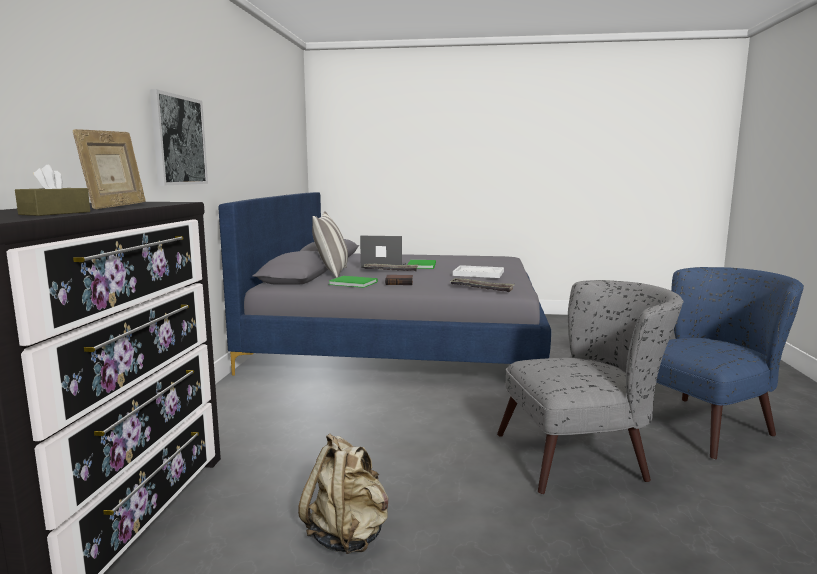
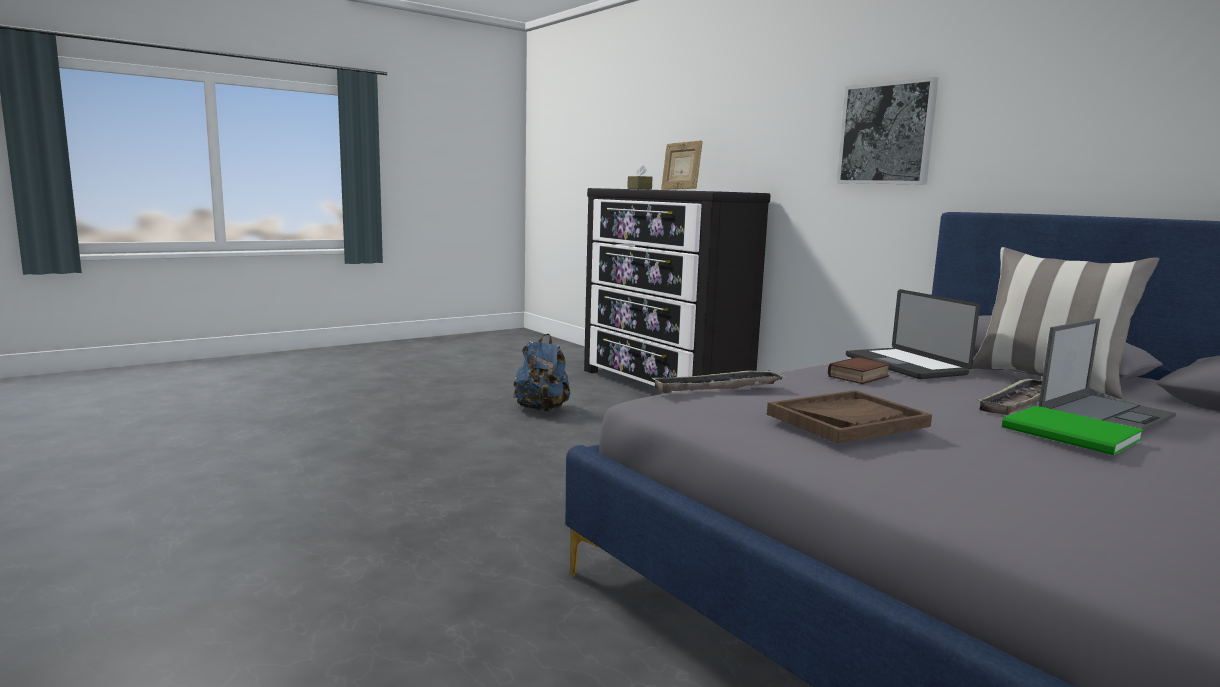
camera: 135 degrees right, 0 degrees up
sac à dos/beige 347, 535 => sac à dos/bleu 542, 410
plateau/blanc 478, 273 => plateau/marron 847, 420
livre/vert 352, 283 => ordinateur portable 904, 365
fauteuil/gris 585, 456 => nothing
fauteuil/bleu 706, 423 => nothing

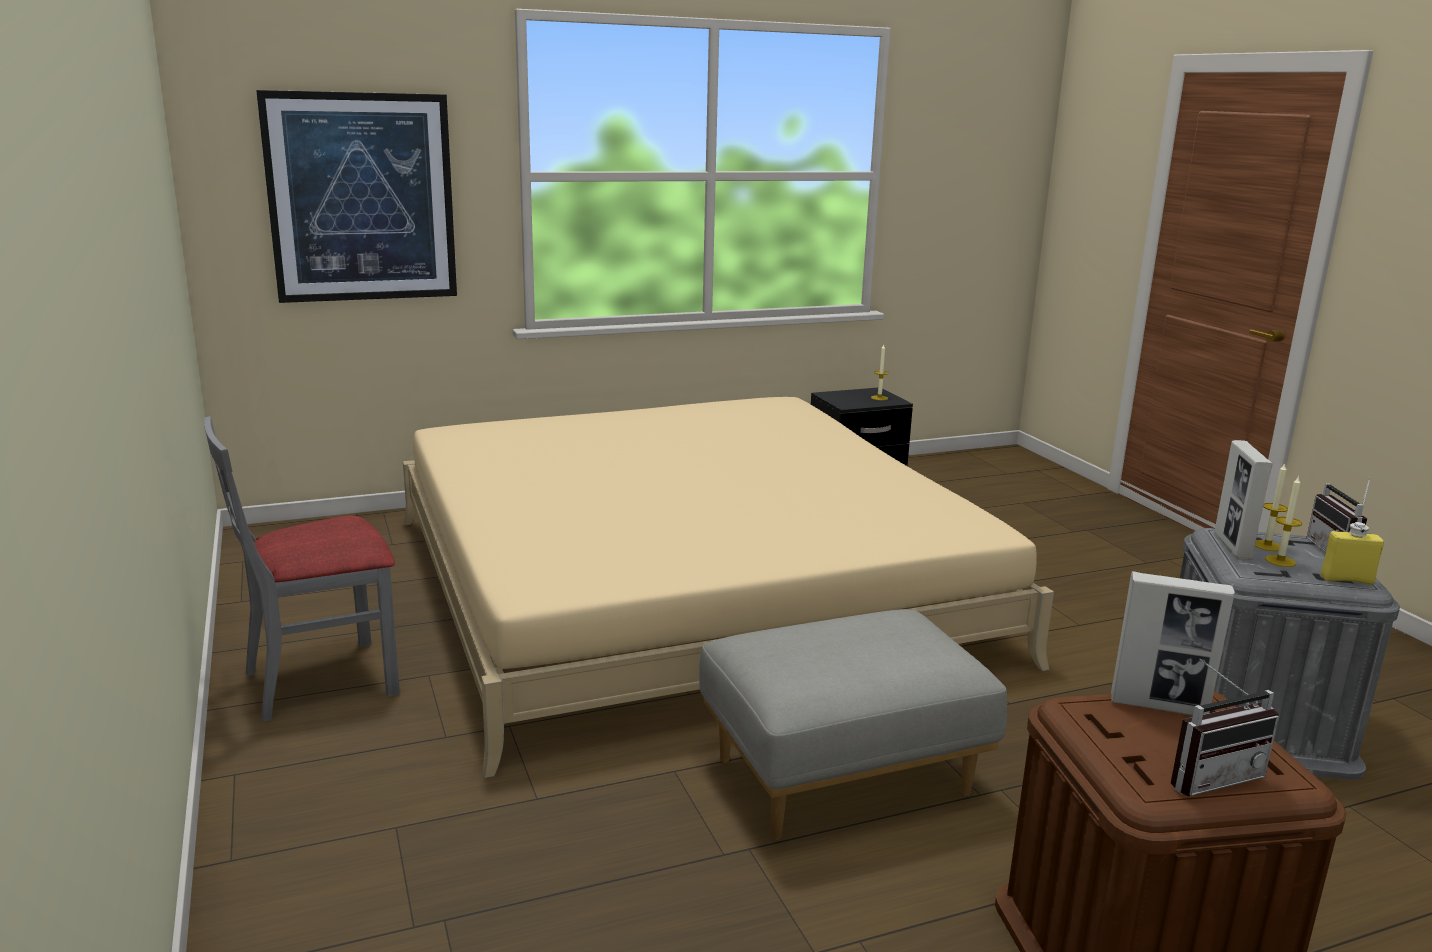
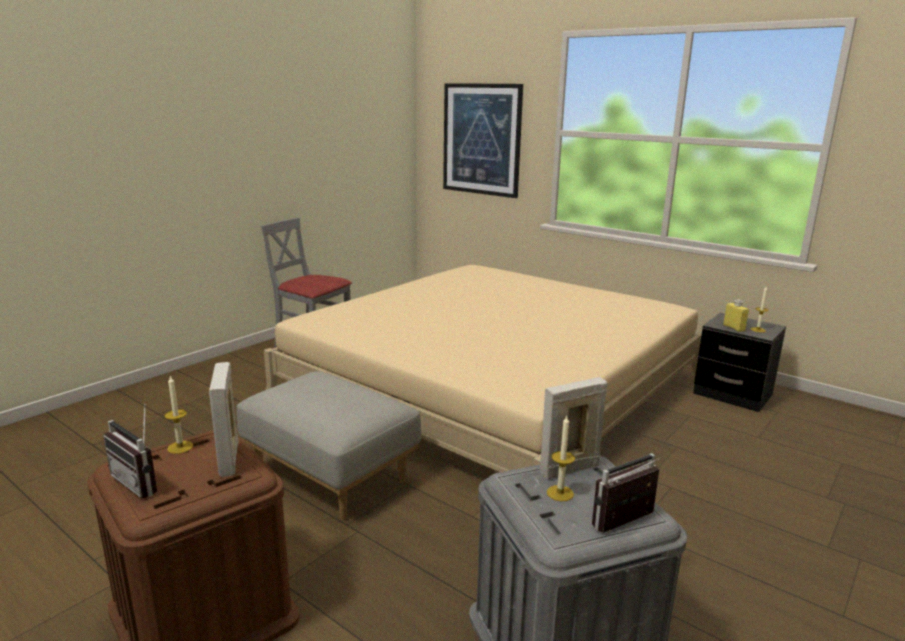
camera: 60 degrees right, 0 degrees up
bougie 1267, 545 => bougie 180, 447, move
bouteille/jaune 1346, 580 => bouteille/jaune 734, 328, move

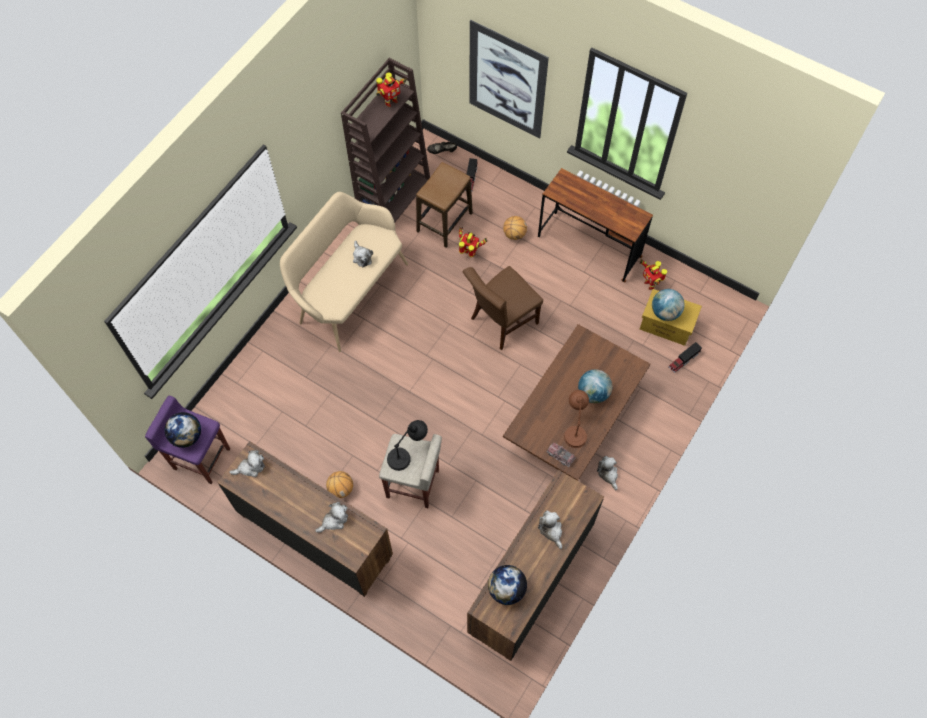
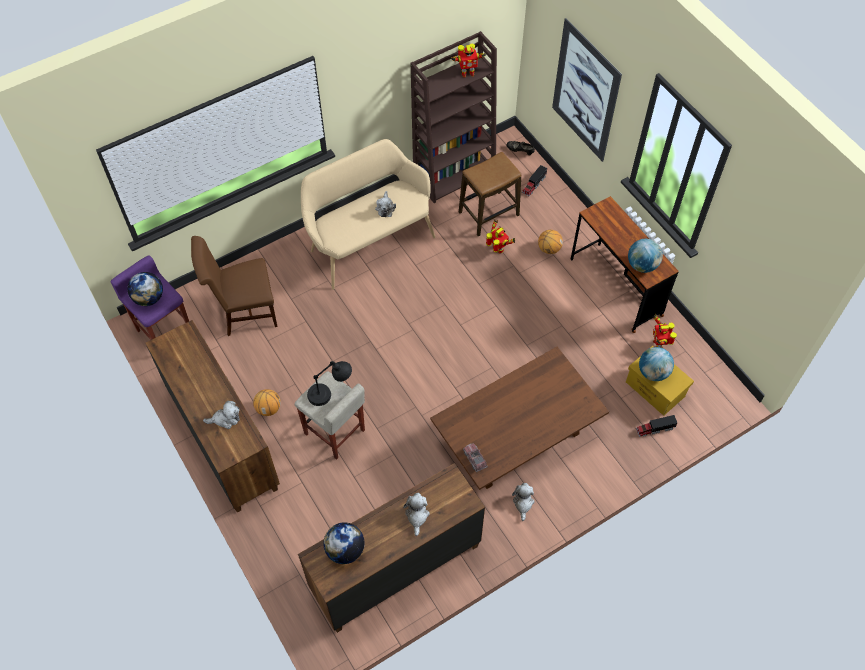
camera: 25 degrees right, 5 degrees down
chaise/marron 501, 323 => chaise/marron 244, 312, move
globe 593, 393 => globe 642, 265, move
peluche 250, 467 => nothing
lampe de table/marron 575, 427 => nothing

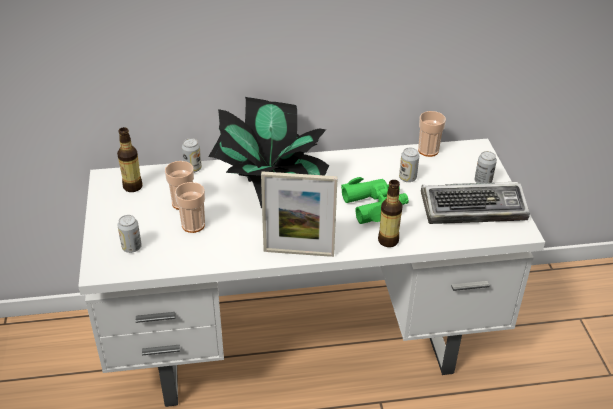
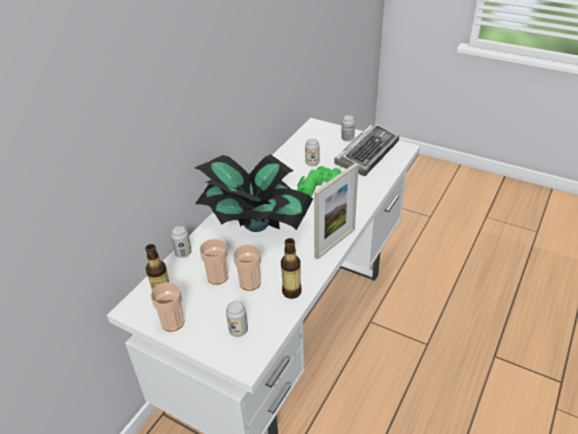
camera: 50 degrees left, 0 degrees up
tasse 428, 150 => tasse 173, 322, move
bouteille 388, 240 => bouteille 291, 292, move

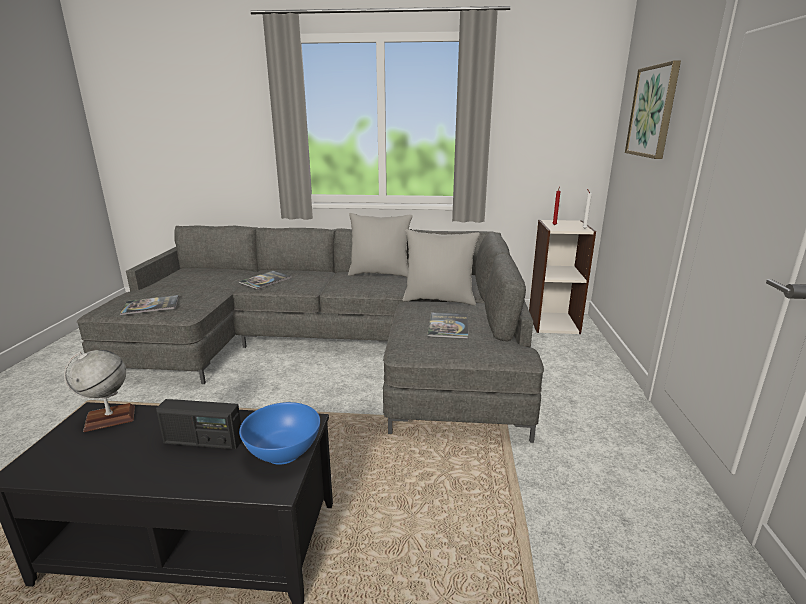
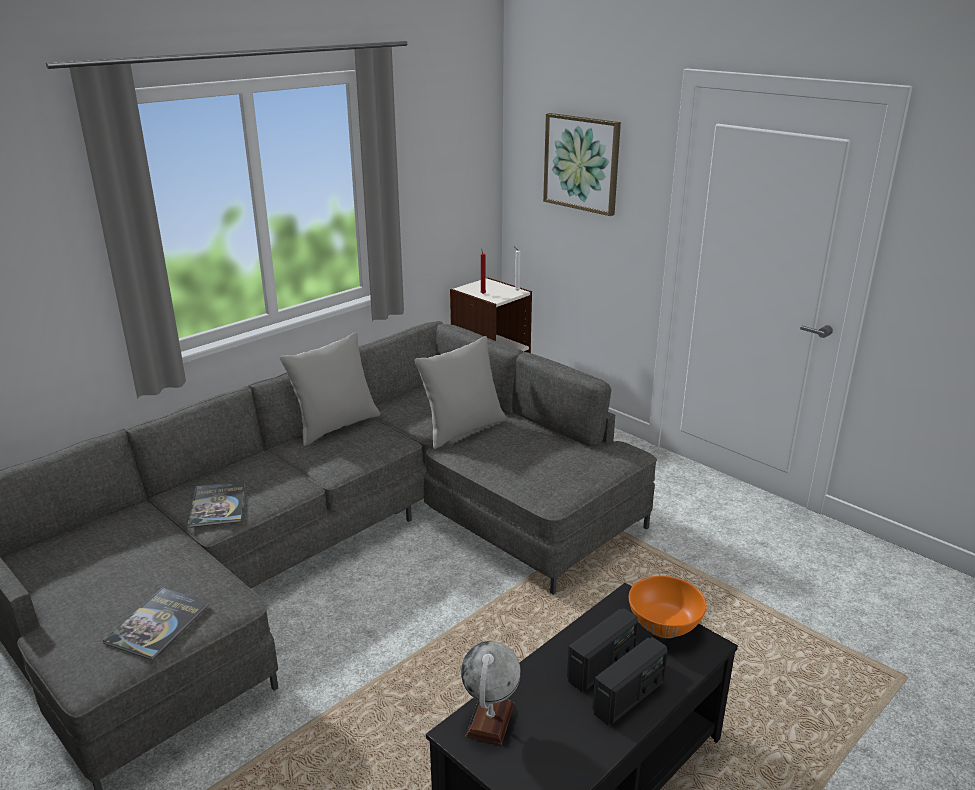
camera: 50 degrees left, 5 degrees up
nothing => radio 629, 697
bol/bleu 284, 452 => bol/orange 664, 626
livre 448, 326 => nothing

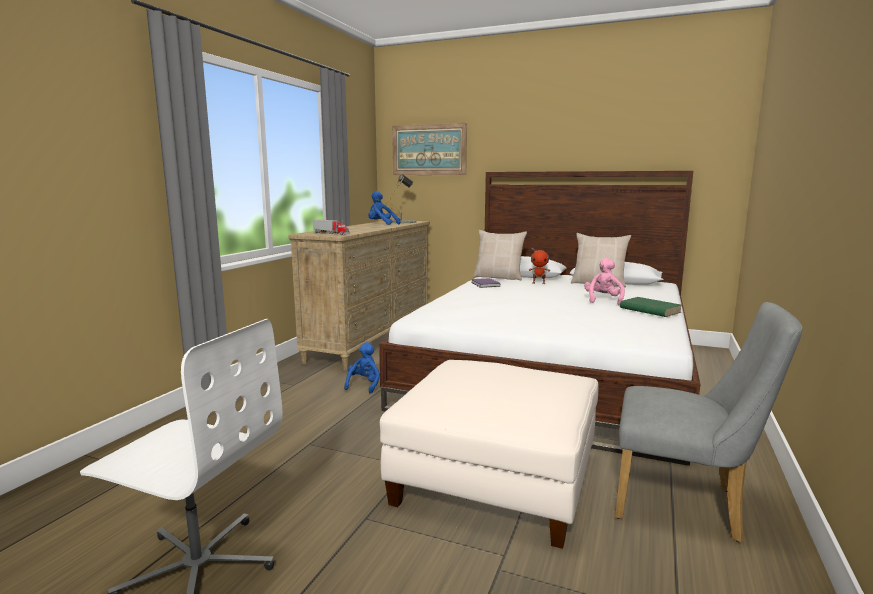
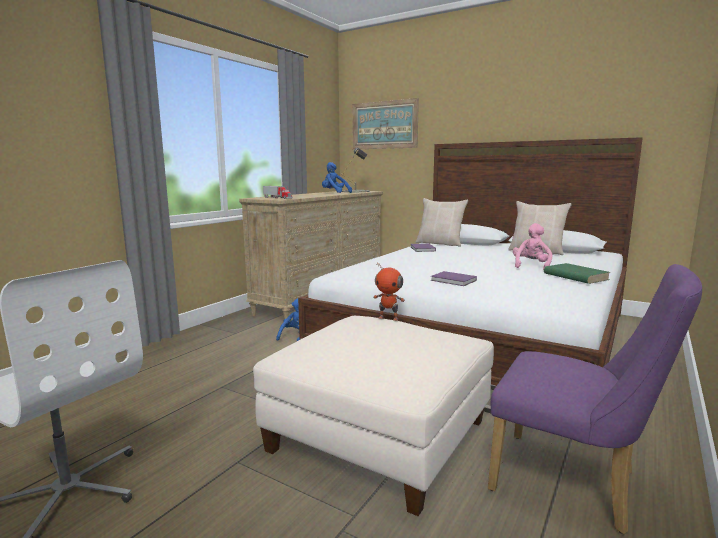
camera: 10 degrees right, 0 degrees up
robot jouet 538, 283 => robot jouet 388, 318, move
nothing => livre/violet 454, 281
chaise/gris 686, 505 => chaise/violet 574, 484

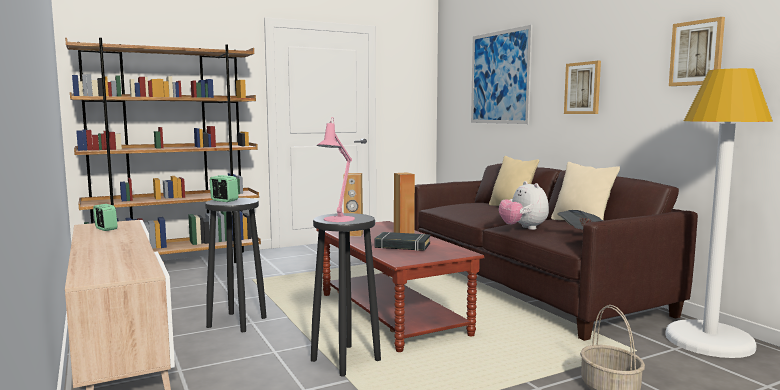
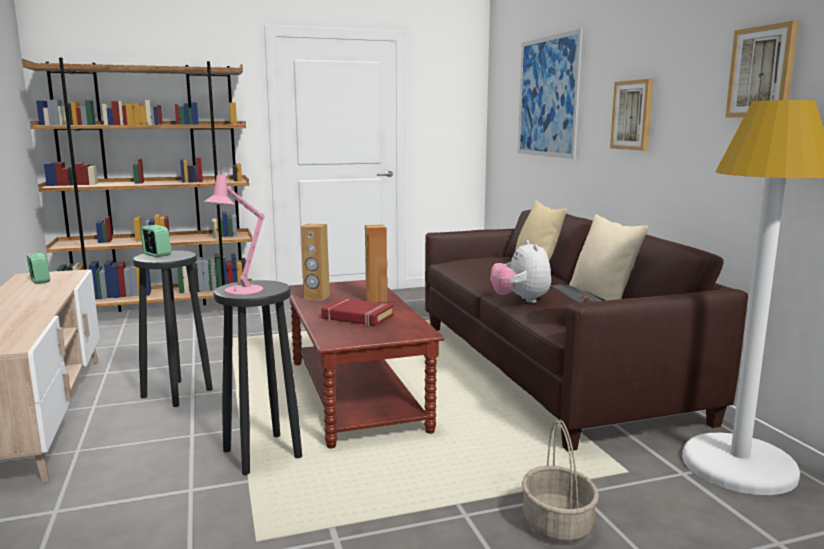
camera: 10 degrees right, 5 degrees up
livre/noir 402, 246 => livre/rouge 357, 317

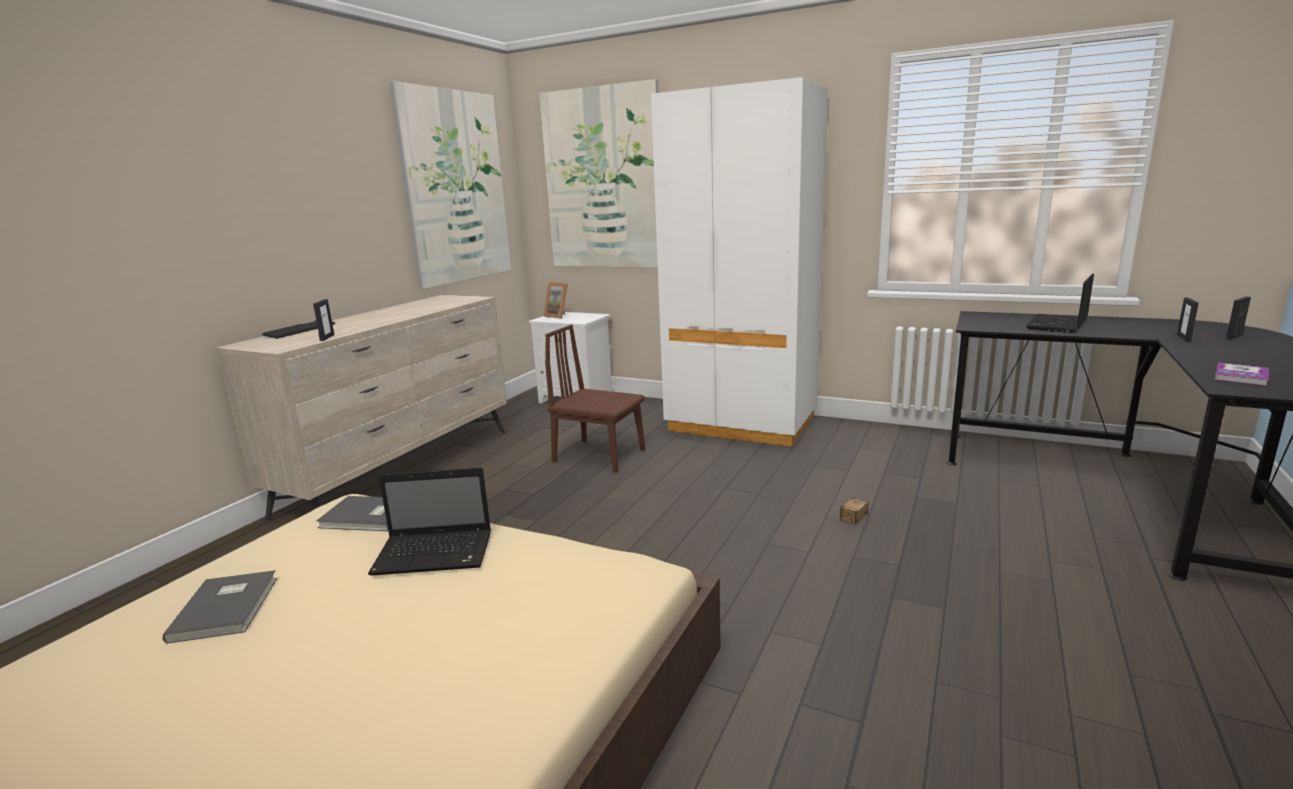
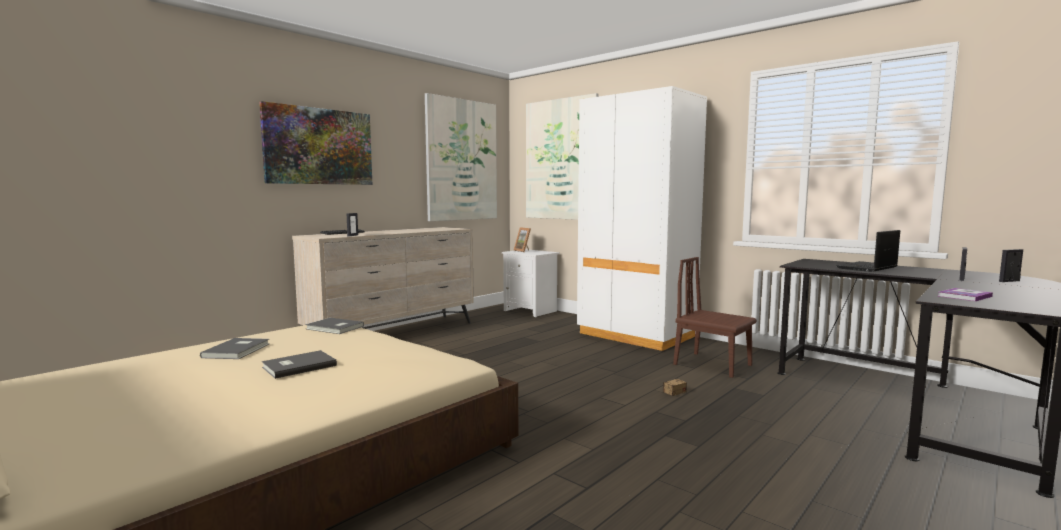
camera: 15 degrees right, 10 degrees down
nothing => tableau 319, 146
nothing => livre/gris 298, 366
chaise/marron 599, 455 => chaise/marron 712, 364, move
ordinateur portable 436, 554 => nothing

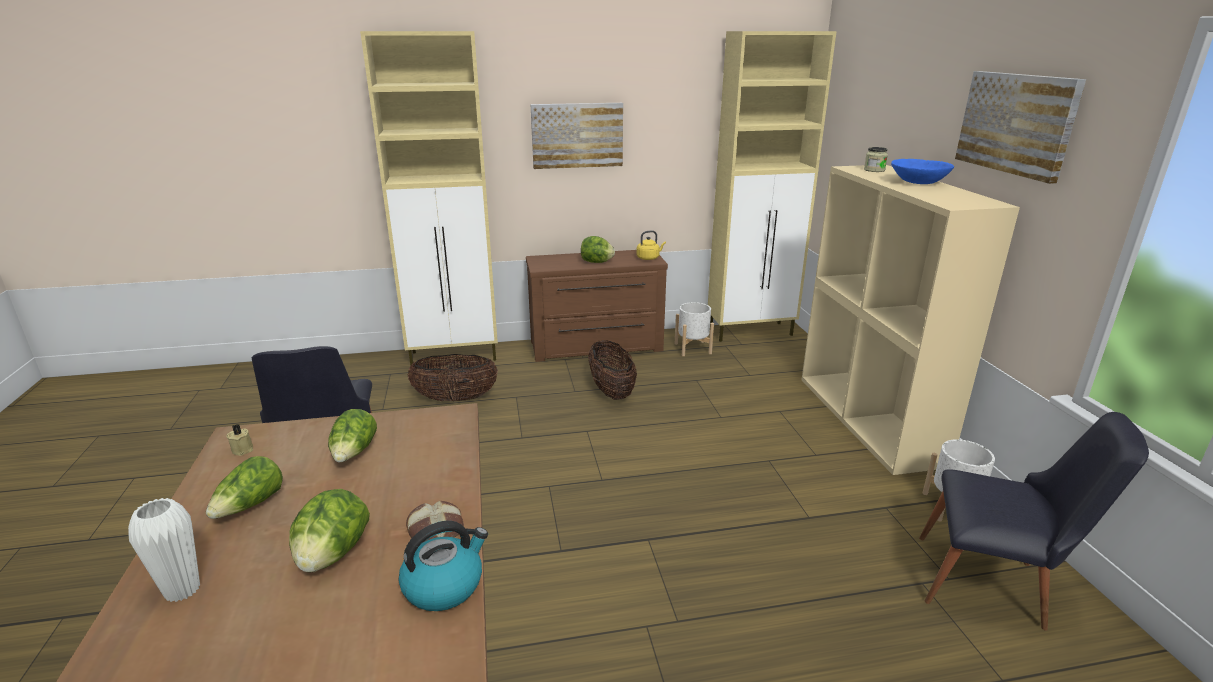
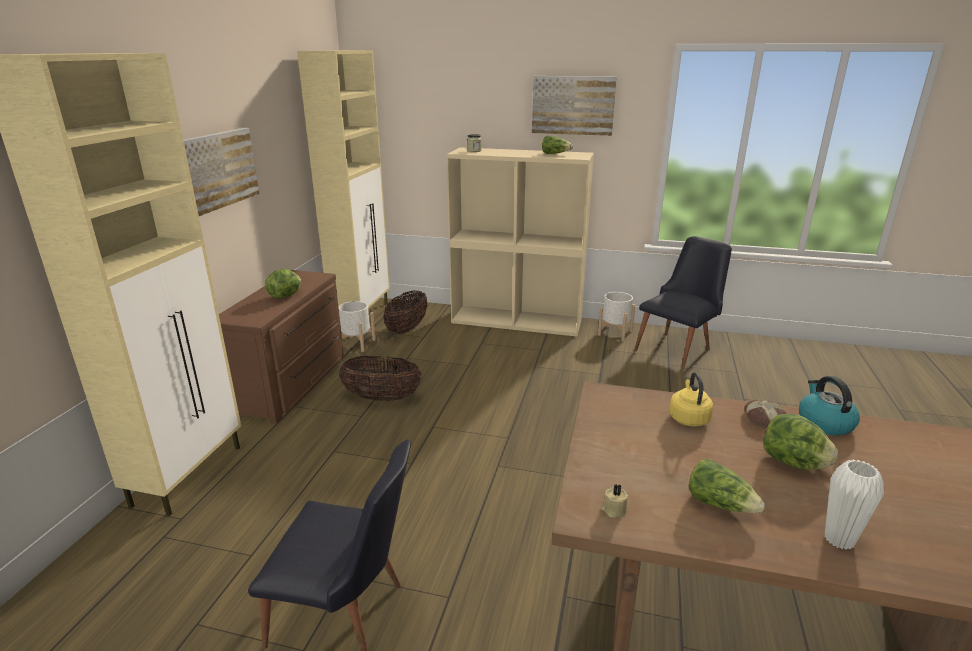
camera: 65 degrees left, 0 degrees up
panier 455, 399 => panier 407, 329, move
laitue 354, 452 => laitue 555, 154, move
bouilloire/jaune 649, 258 => bouilloire/jaune 688, 418, move
bol/bleu 918, 182 => nothing

